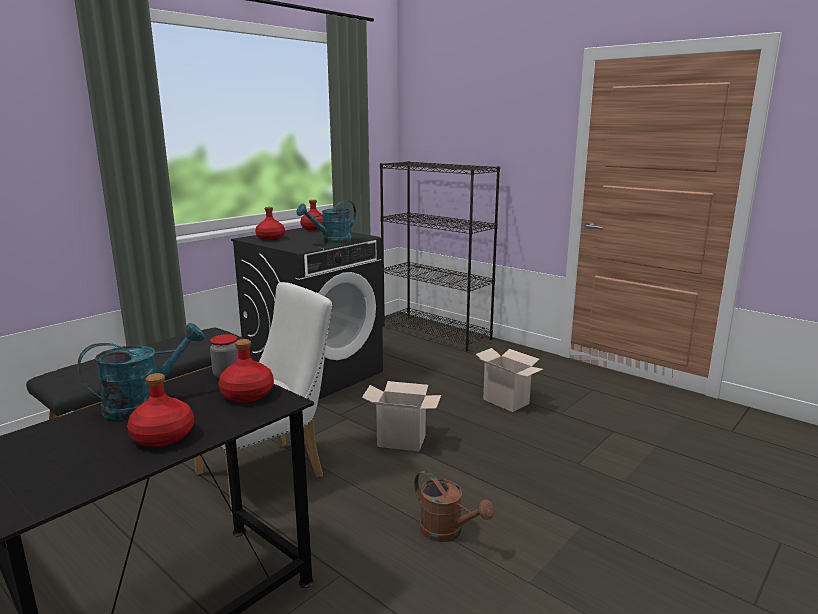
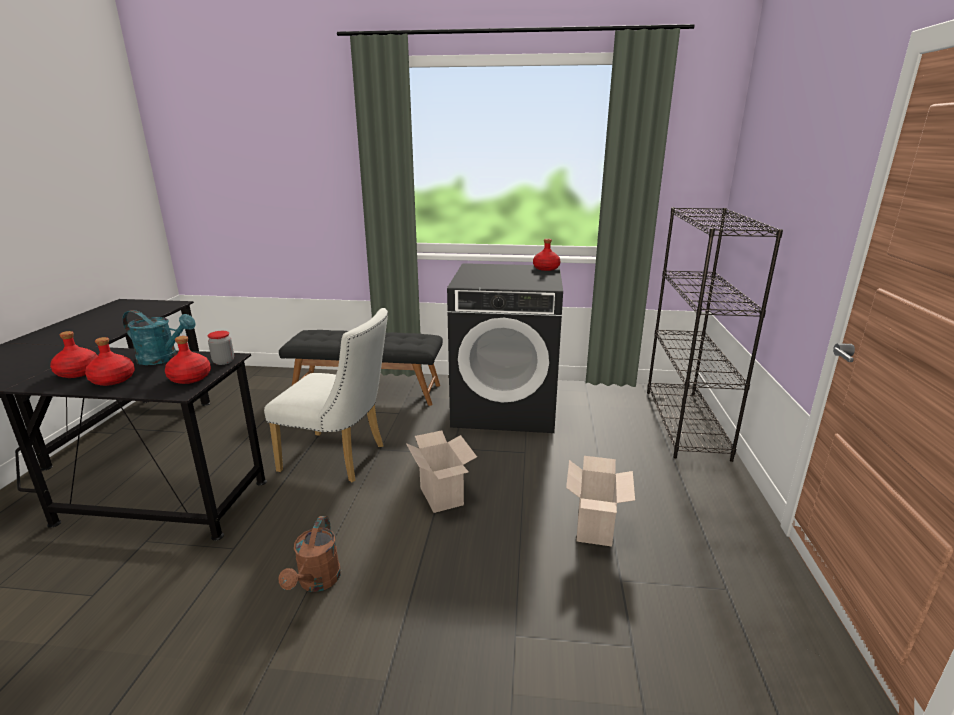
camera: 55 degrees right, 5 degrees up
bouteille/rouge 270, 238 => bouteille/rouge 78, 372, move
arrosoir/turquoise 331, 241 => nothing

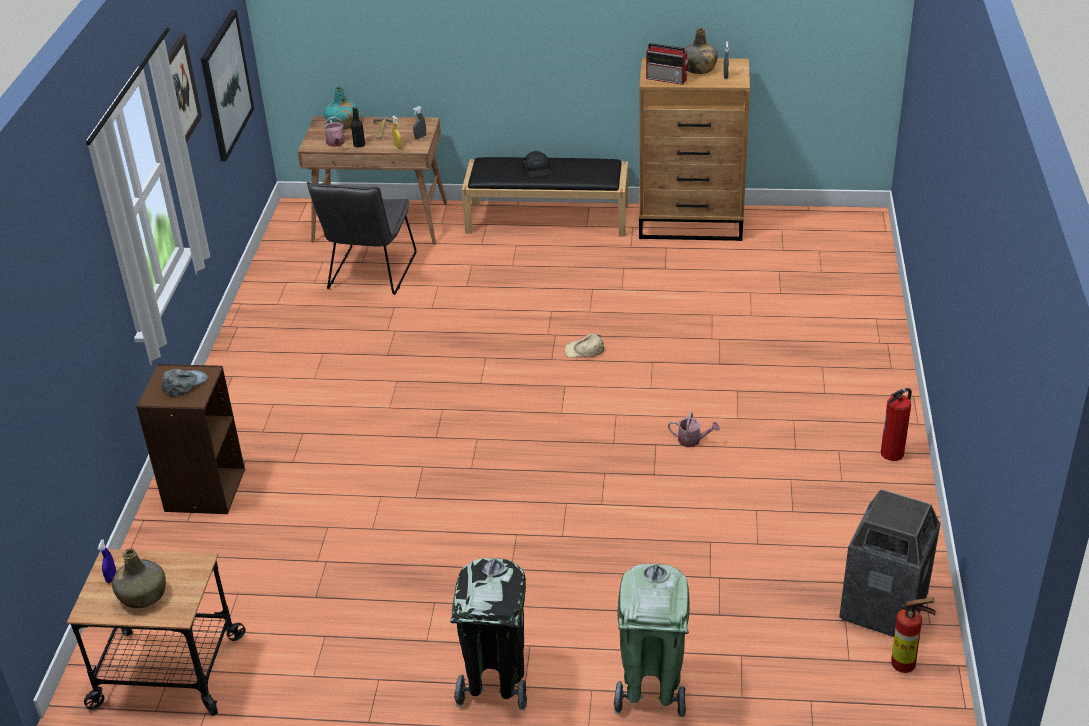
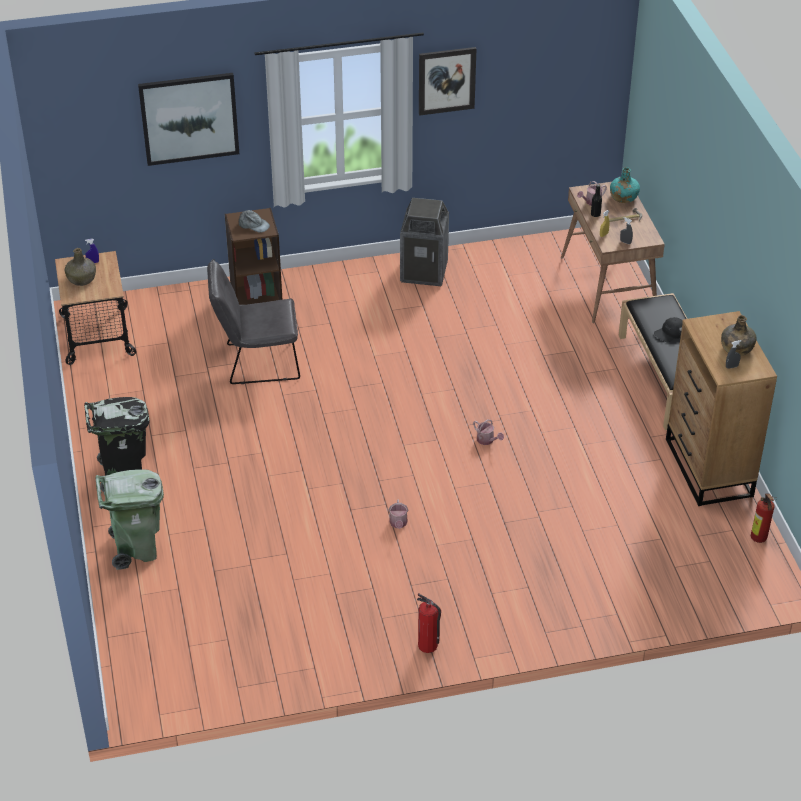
camera: 70 degrees right, 5 degrees up
tableau 226, 85 => tableau 189, 118, move
chaise/gris 370, 275 => chaise/gris 256, 362, move
poubelle 883, 607 => poubelle 424, 271, move
casquette/beige 584, 350 => arrosoir 487, 440
extincteur 907, 666 => extincteur 759, 539, move
radio 667, 79 => nothing

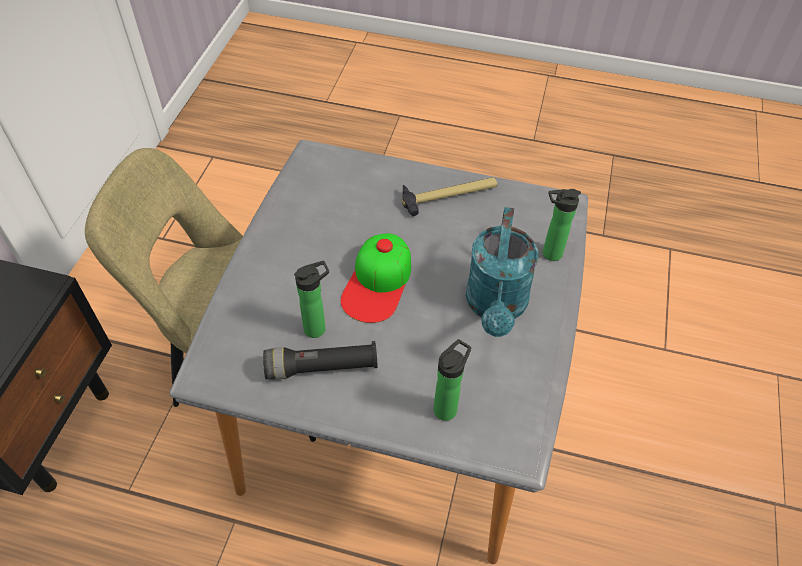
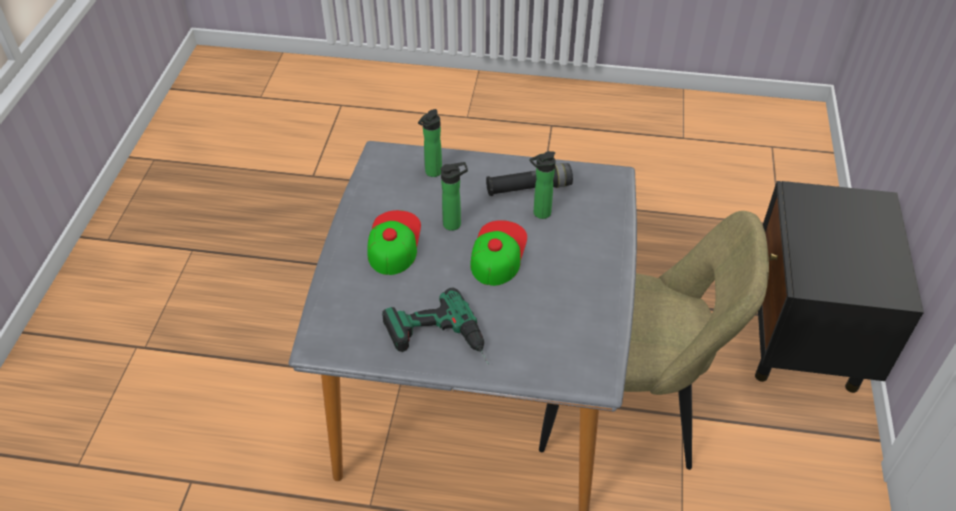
camera: 175 degrees right, 5 degrees down
arrosoir/turquoise 496, 307 => casquette 393, 241
marteau 449, 196 => perceuse 439, 343
bouteille 549, 254 => bouteille 455, 224, move

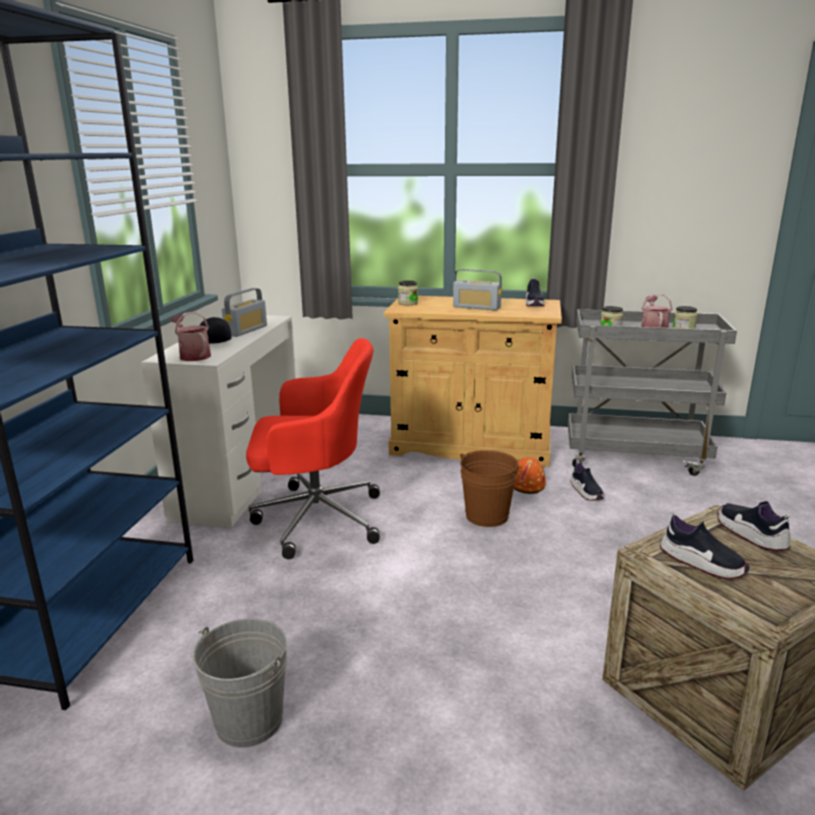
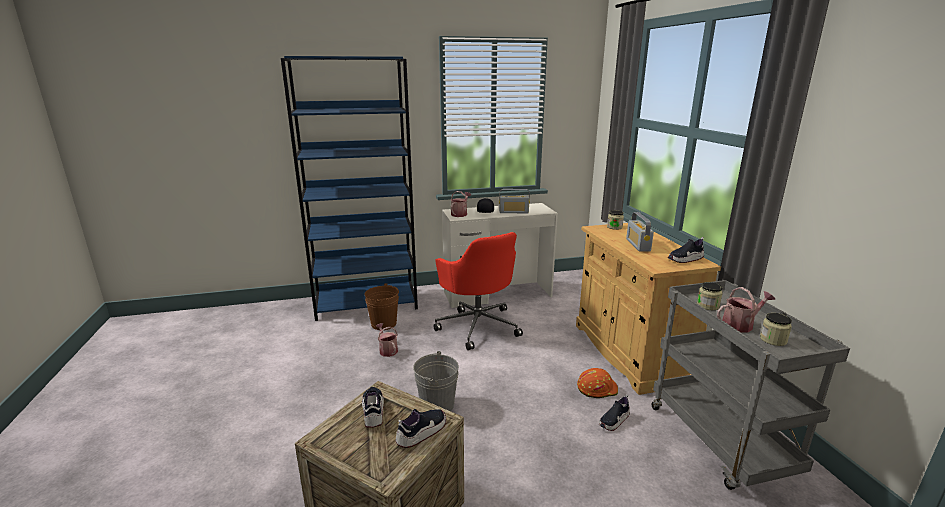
camera: 65 degrees right, 0 degrees up
chaussure 701, 563 => chaussure 373, 412, 150 degrees clockwise
seau/marron 487, 516 => seau/marron 383, 324, move
nothing => arrosoir 387, 350
seau/gris 249, 720 => seau/gris 437, 405, move

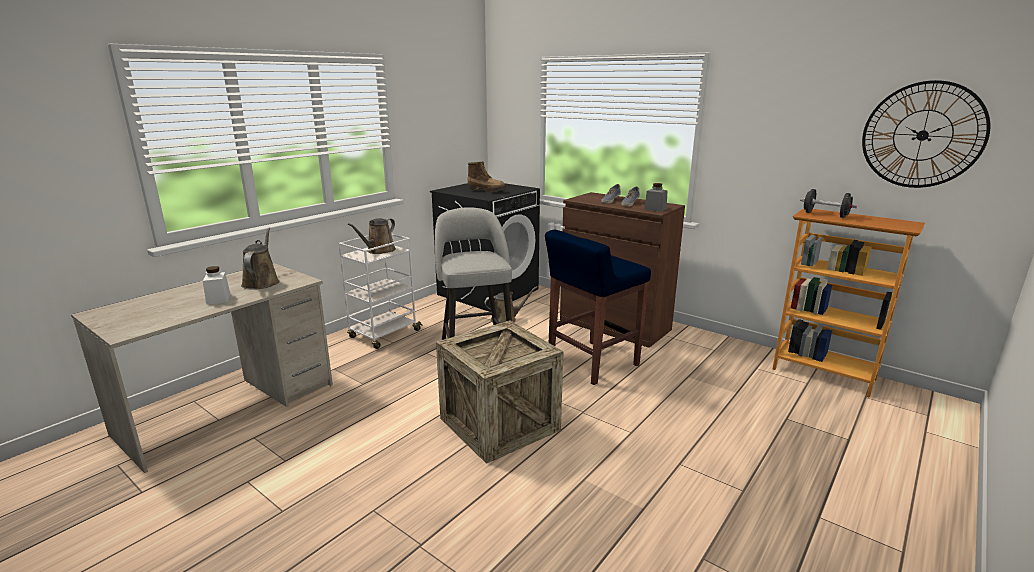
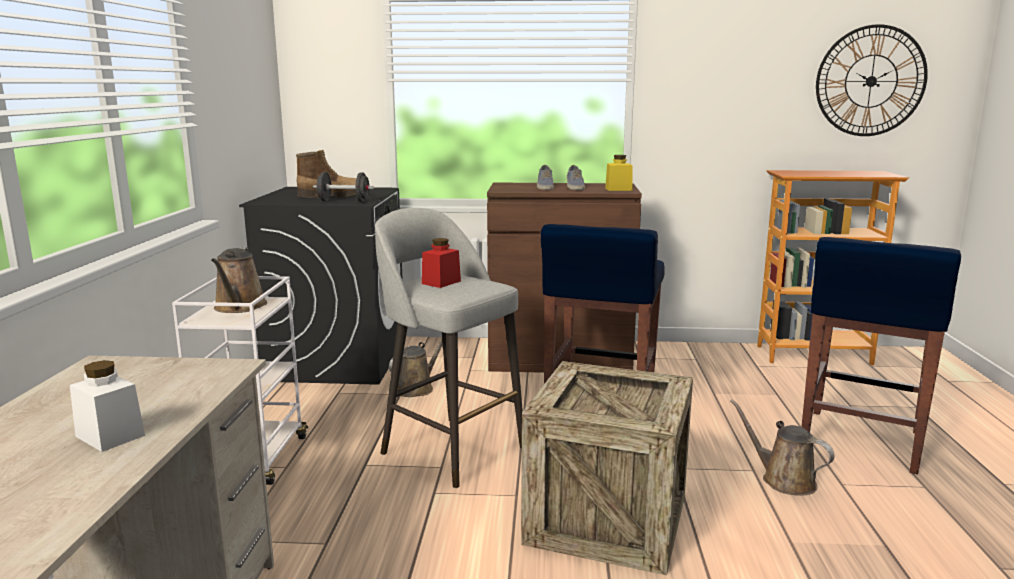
camera: 35 degrees left, 5 degrees down
haltère/noir 825, 215 => haltère/noir 344, 201, move
nothing => bocal/rouge 441, 282
bocal/gris 655, 209 => bocal/jaune 618, 189
arrosoir/marron 261, 282 => arrosoir/marron 783, 480, move
nothing => tabouret/bleu 860, 442

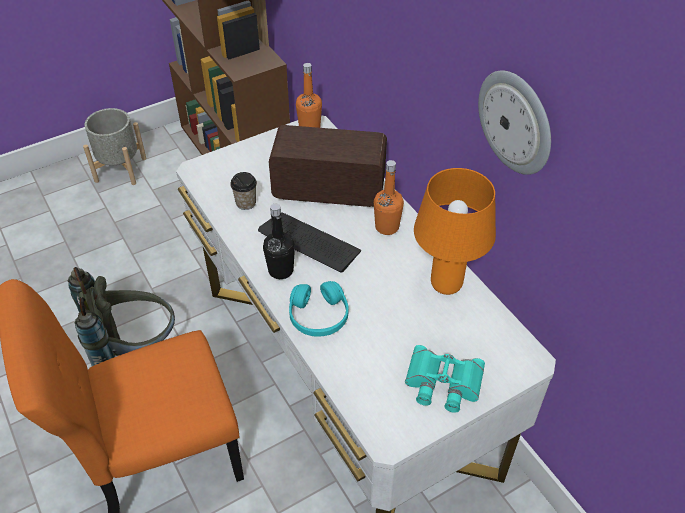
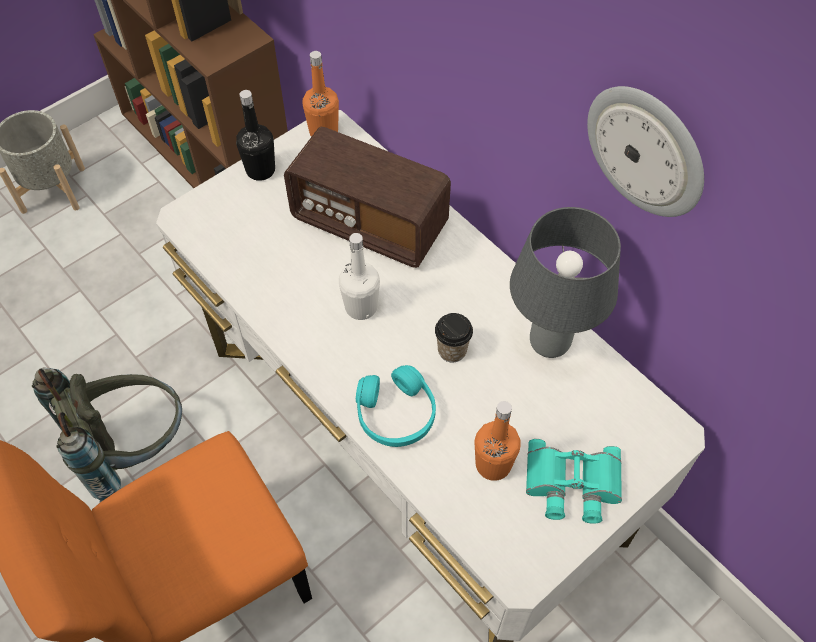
camera: 10 degrees left, 10 degrees up
bouteille/noir 281, 270 => bouteille/noir 260, 170, move
radio 329, 189 => radio 369, 223, 150 degrees counterclockwise
clavier 309, 242 => bouteille/blanc 361, 307
tasse 246, 203 => tasse 452, 350, move
bouteille/orange 387, 227 => bouteille/orange 493, 464, move
lampe de table/orange 446, 284 => lampe de table/gris 549, 342

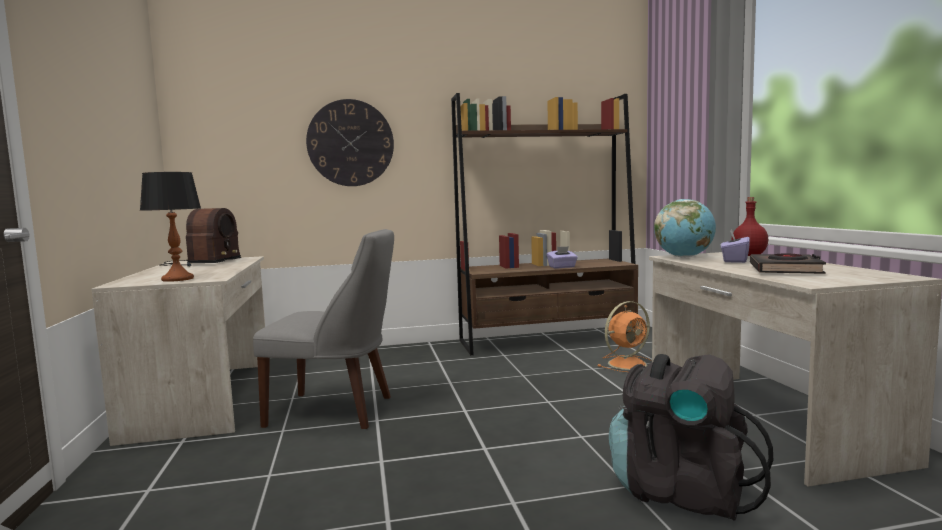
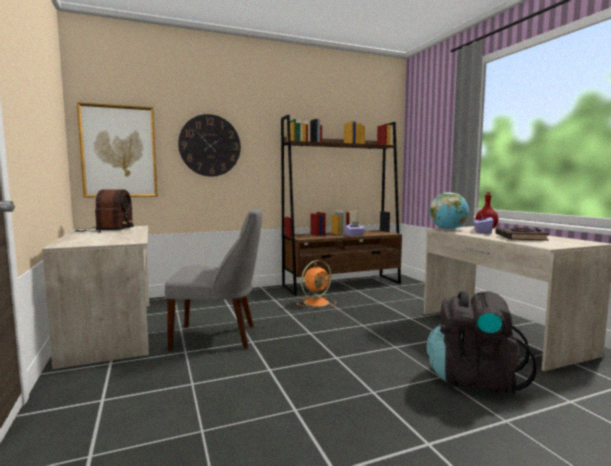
camera: 10 degrees left, 0 degrees up
nothing => tableau 119, 151
ventilateur/orange 628, 364 => ventilateur/orange 317, 302, move
lampe de table 177, 279 => nothing

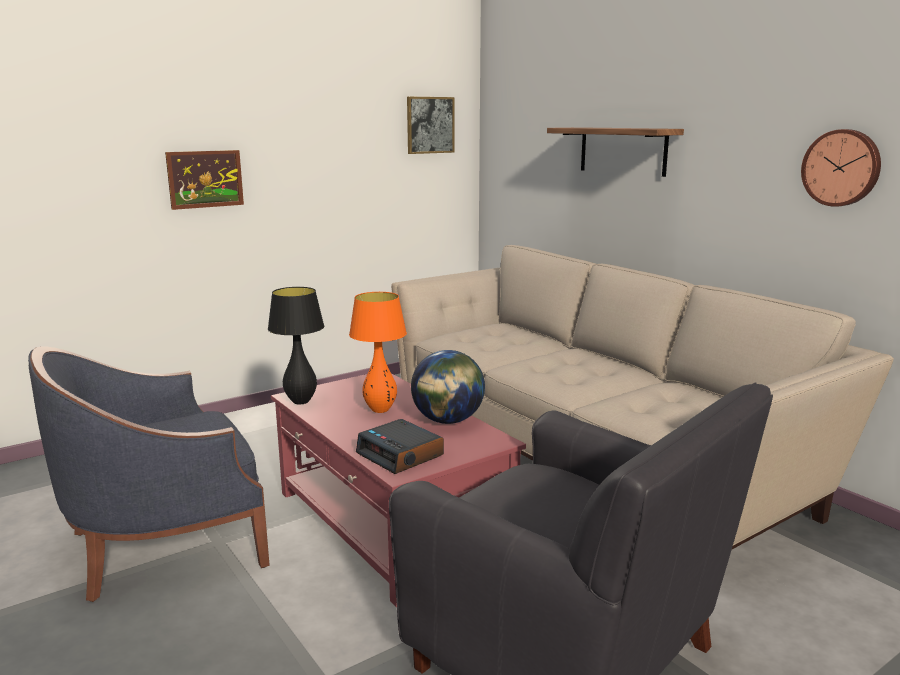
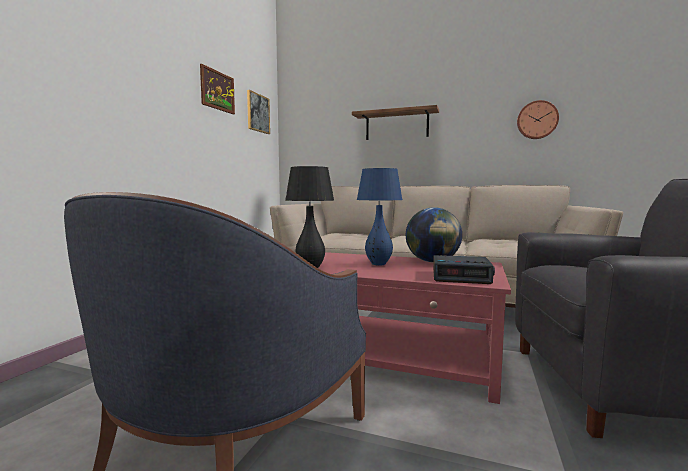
camera: 35 degrees left, 10 degrees down
tableau 205, 179 => tableau 217, 90, move
lampe de table/orange 380, 410 => lampe de table/bleu 378, 264

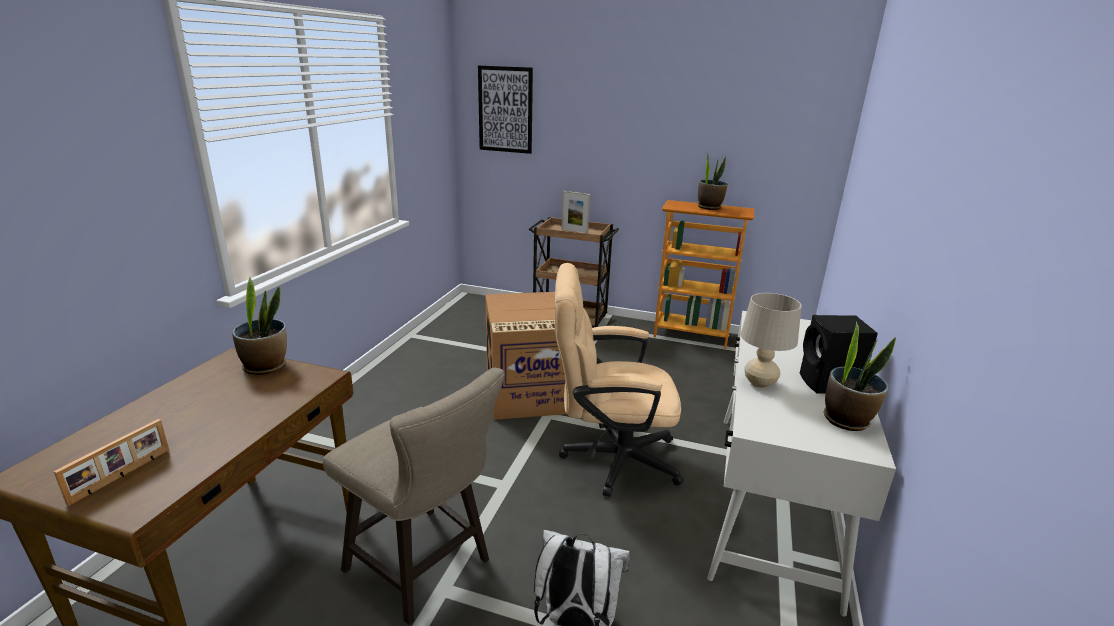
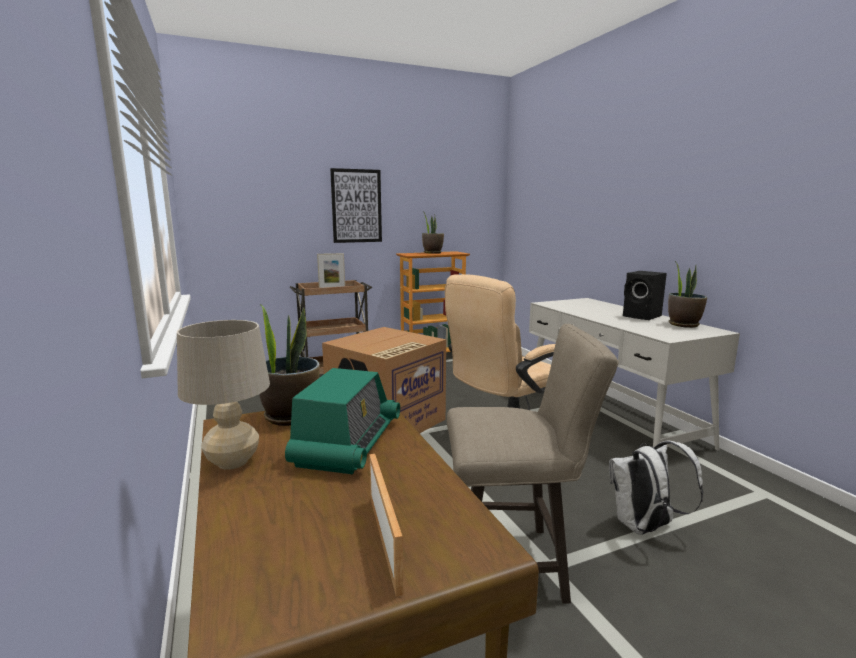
camera: 40 degrees left, 10 degrees down
lampe de table/beige 760, 383 => lampe de table/beige 233, 462, move
nothing => radio 347, 443
tableau 505, 110 => tableau 356, 206, move

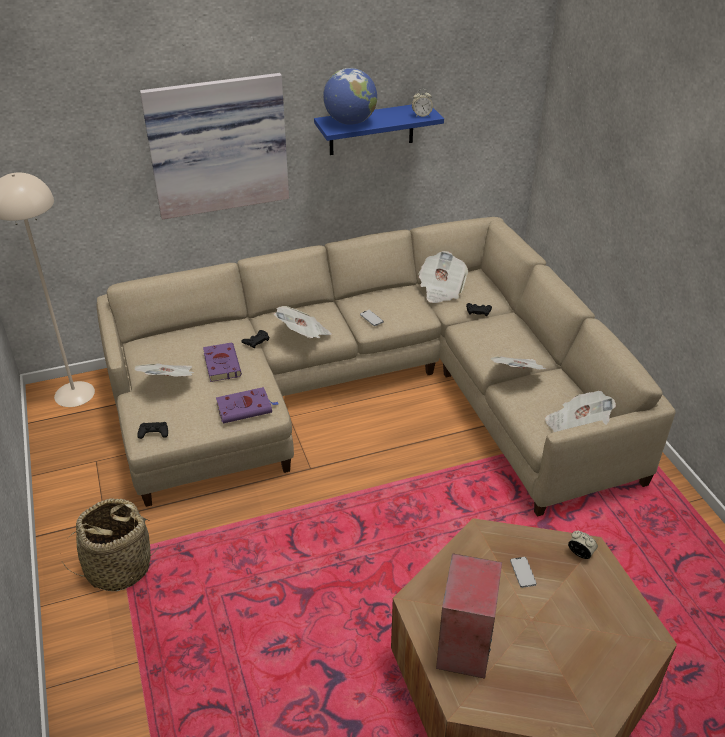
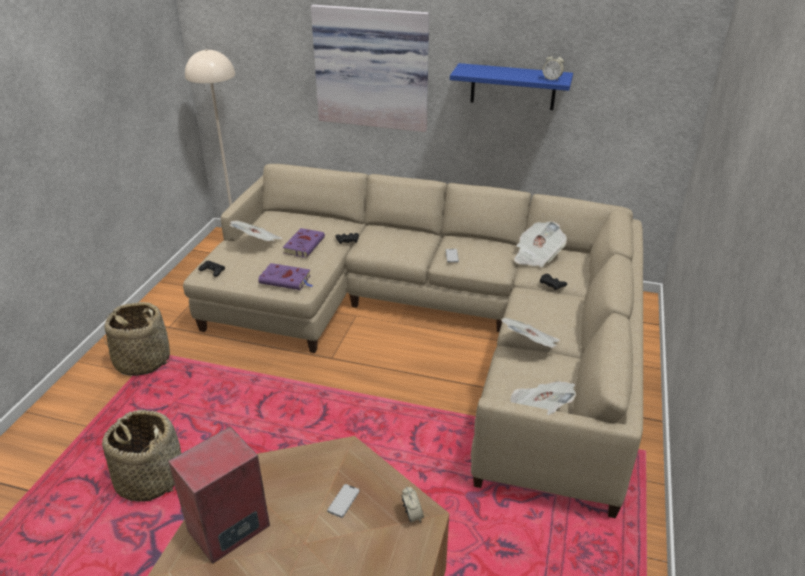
camera: 35 degrees right, 5 degrees down
nothing => panier 150, 478
journal 303, 334 => nothing
globe 350, 122 => nothing

